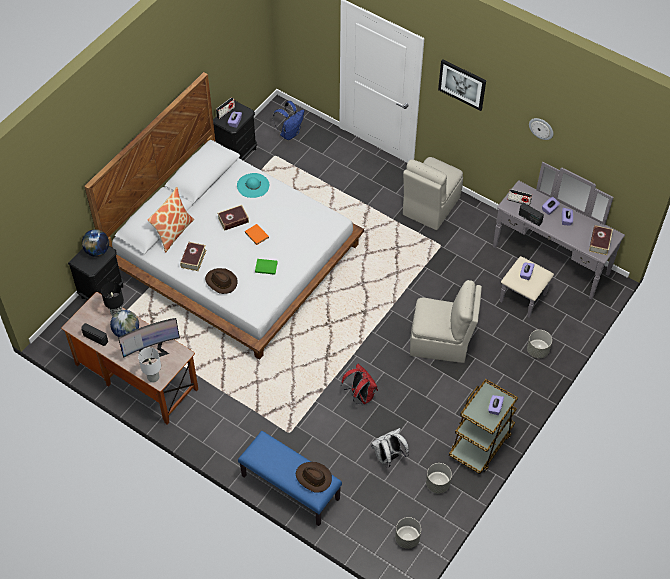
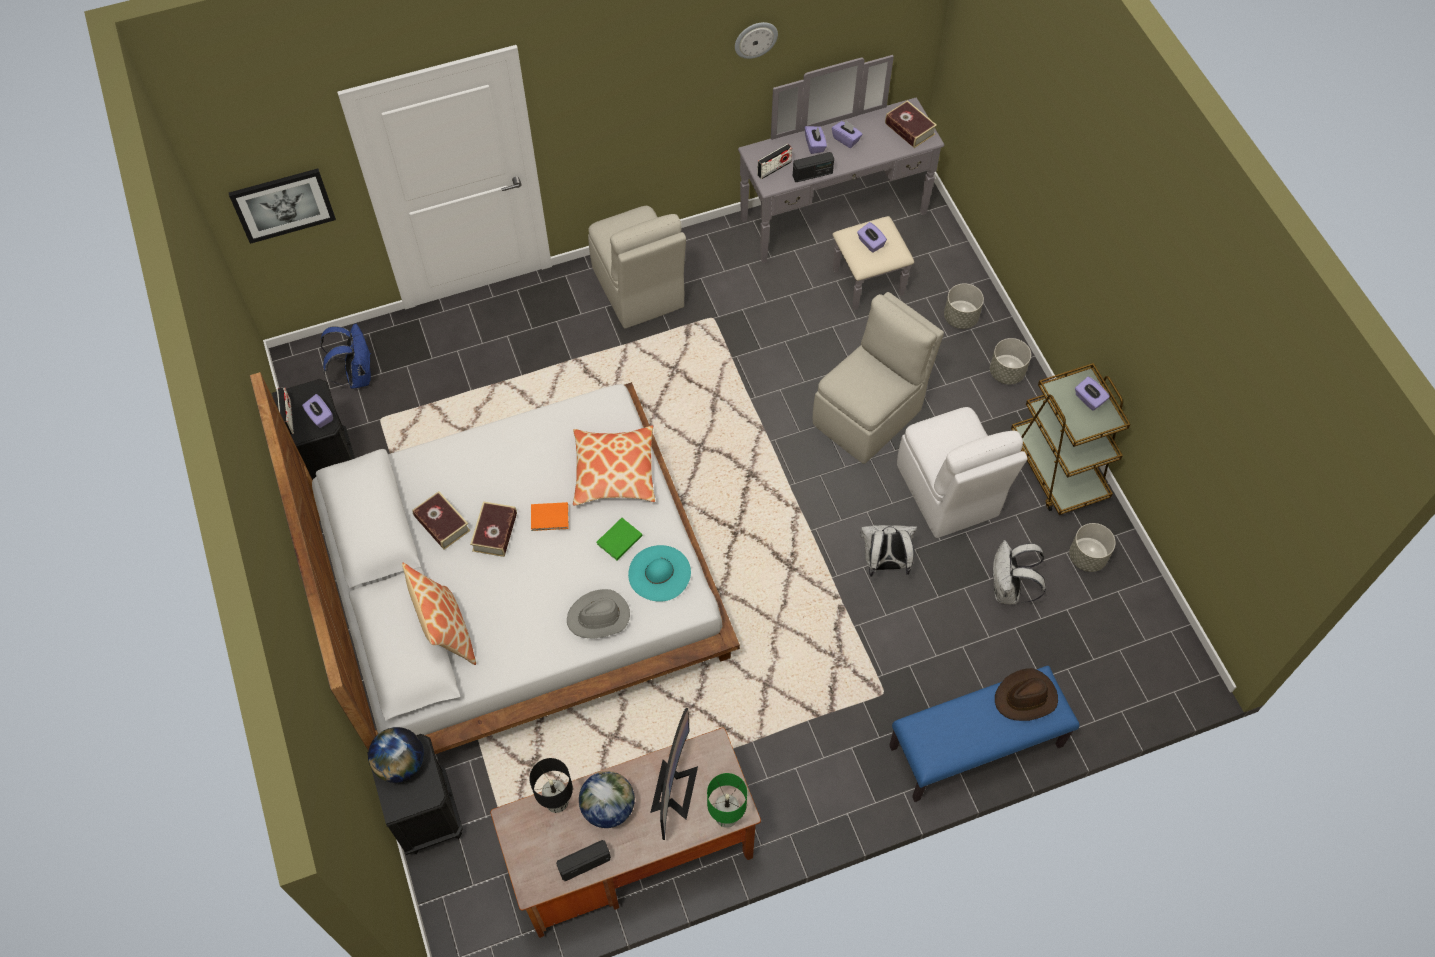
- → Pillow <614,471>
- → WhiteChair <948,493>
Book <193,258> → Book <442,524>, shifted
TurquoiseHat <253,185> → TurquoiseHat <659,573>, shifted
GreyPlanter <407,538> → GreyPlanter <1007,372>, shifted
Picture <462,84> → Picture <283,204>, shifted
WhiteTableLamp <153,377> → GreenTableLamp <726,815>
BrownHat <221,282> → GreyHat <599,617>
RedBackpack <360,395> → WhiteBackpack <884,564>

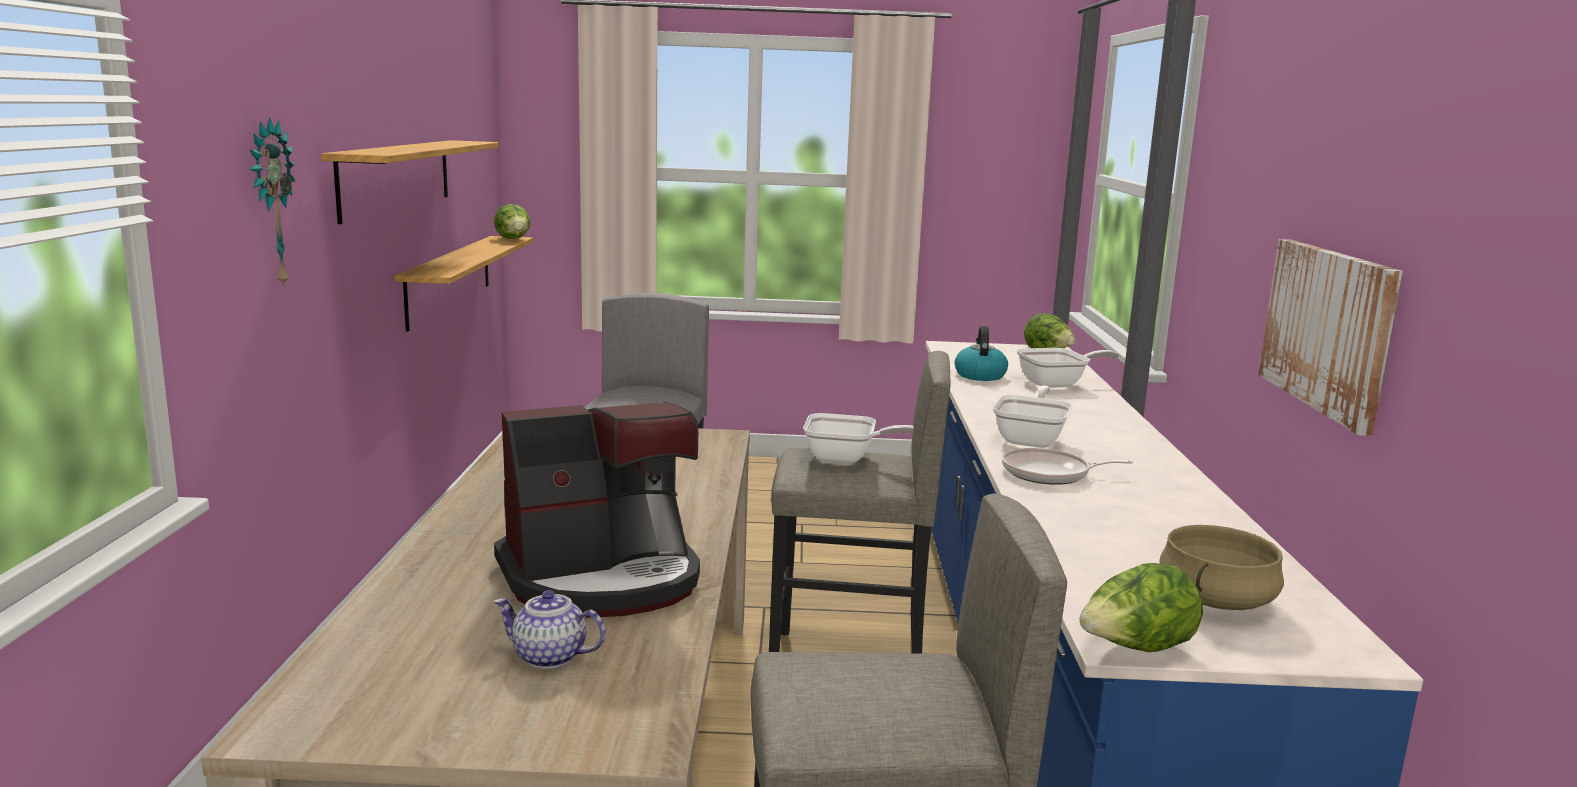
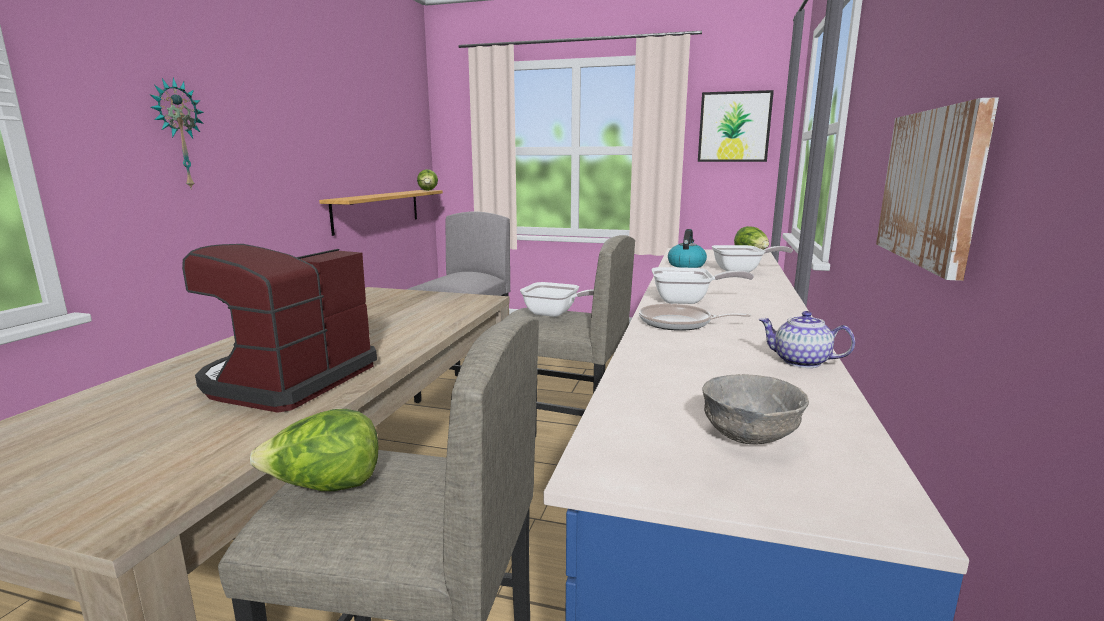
Shelf <397,177> → -
- → Picture <734,127>
Teapot <548,657> → Teapot <800,362>, shifted
Lettuce <1135,650> → Lettuce <325,487>, shifted
BeigeCookingPot <1216,600> → GreyBowl <750,435>
CoffeeMachine <603,578> → CoffeeMachine <288,380>, 120 degrees clockwise
FryingPan <1032,439> → FryingPan <687,301>, 60 degrees clockwise

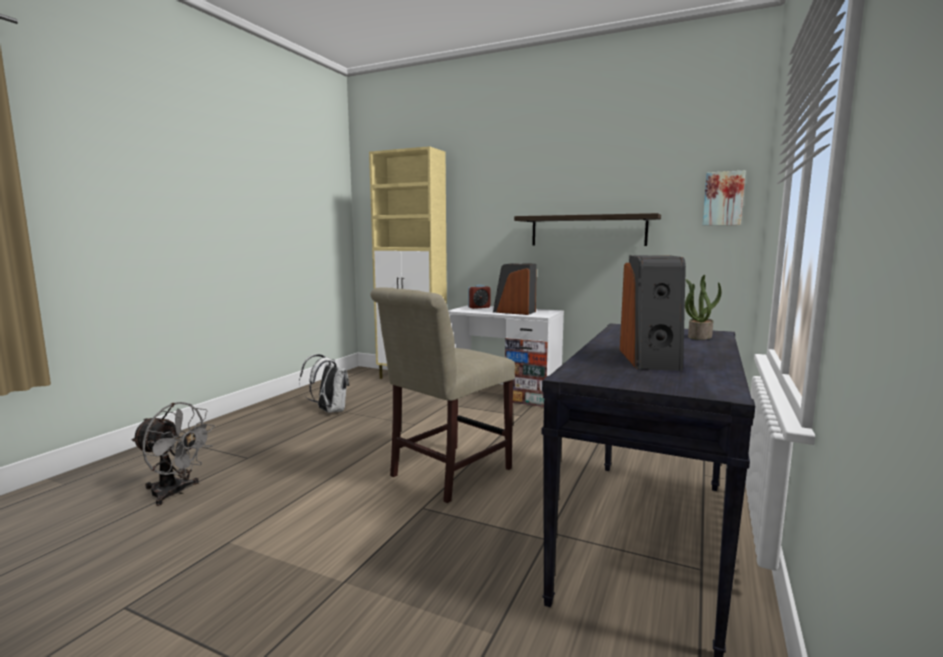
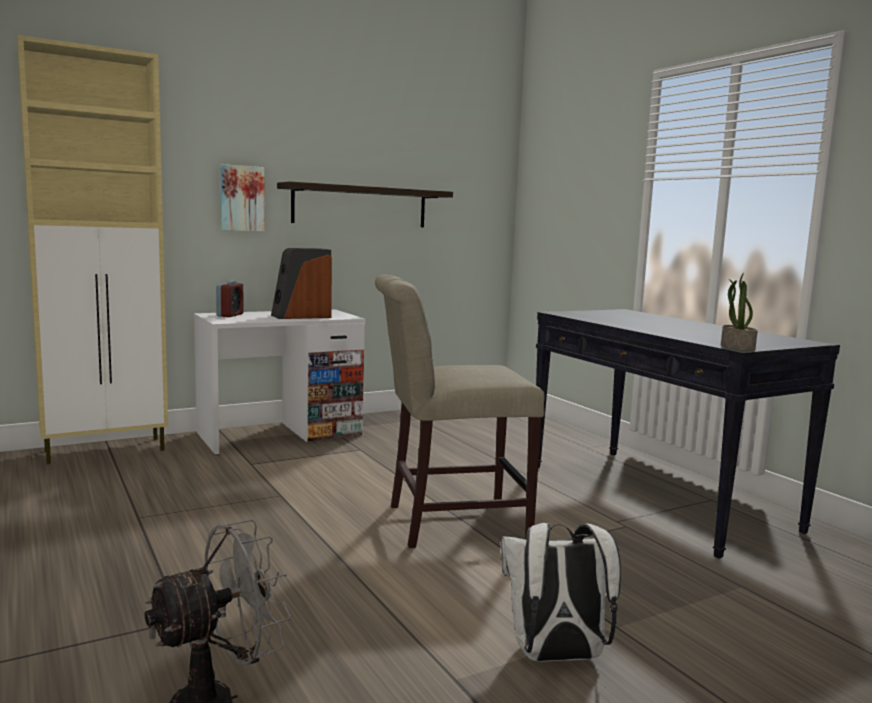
Speaker <651,359> → -
WhiteBackpack <329,411> → WhiteBackpack <555,657>, shifted
PottedPlant <699,336> → PottedPlant <736,347>, shifted
Picture <723,198> → Picture <242,198>, shifted
BeigeChair <445,474> → BeigeChair <448,522>, 90 degrees clockwise

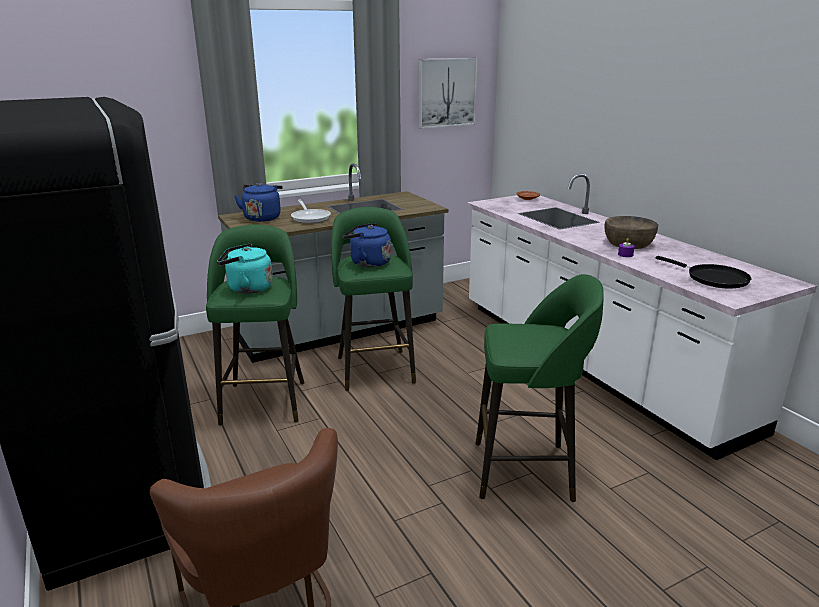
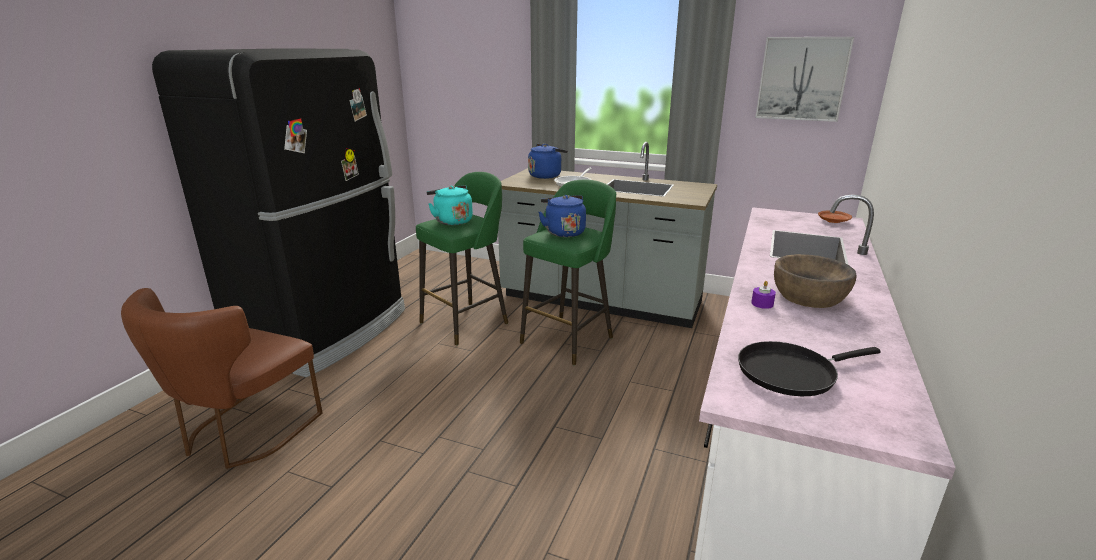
GreenStool <526,471> → -
BlackFryingPan <713,278> → BlackFryingPan <791,372>, 60 degrees clockwise

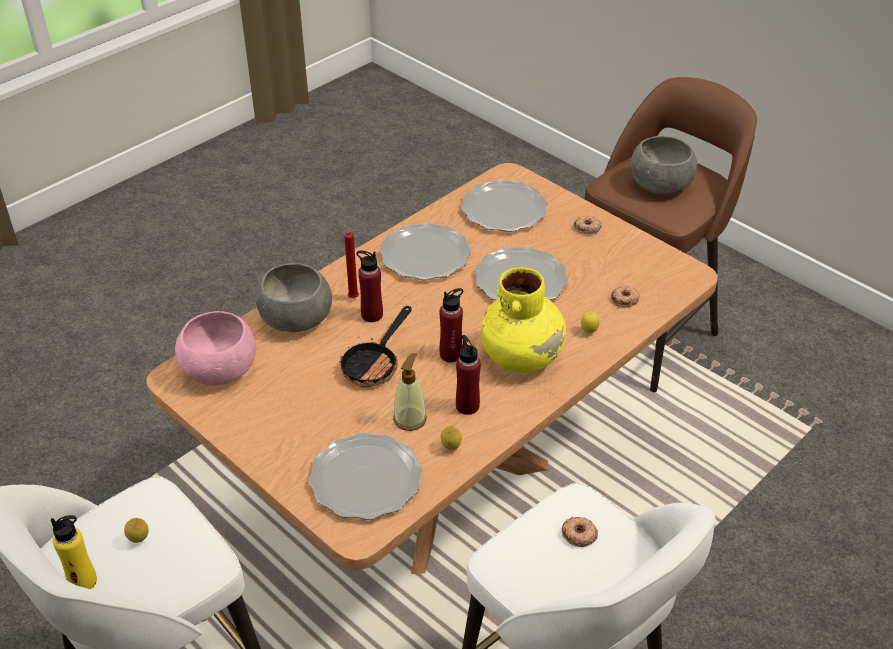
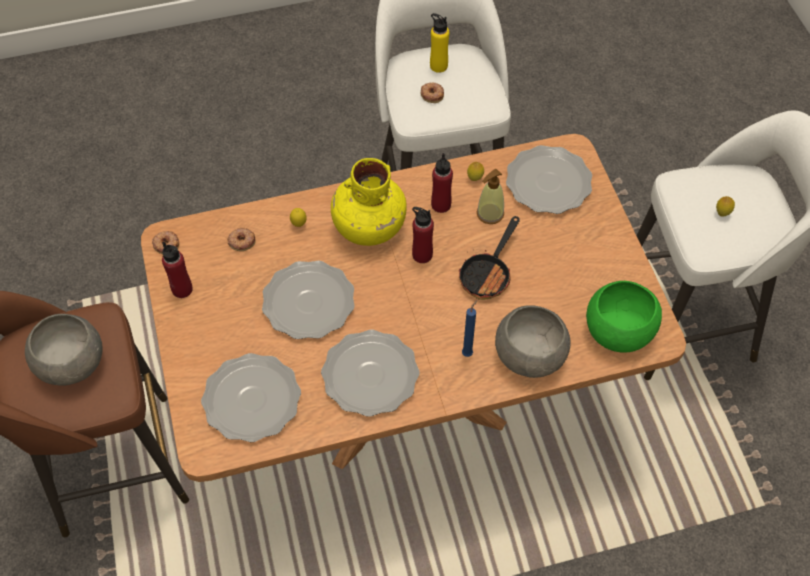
YellowBottle <83,581> → YellowBottle <438,66>, shifted
RedBottle <372,315> → RedBottle <182,289>, shifted
Donut <587,228> → Donut <166,244>, shifted
PinkBowl <220,369> → GreenBowl <618,329>
RedCandle <353,299> → BlueCandle <468,353>
FryingPan <375,364> → FryingPan <488,274>, 150 degrees clockwise

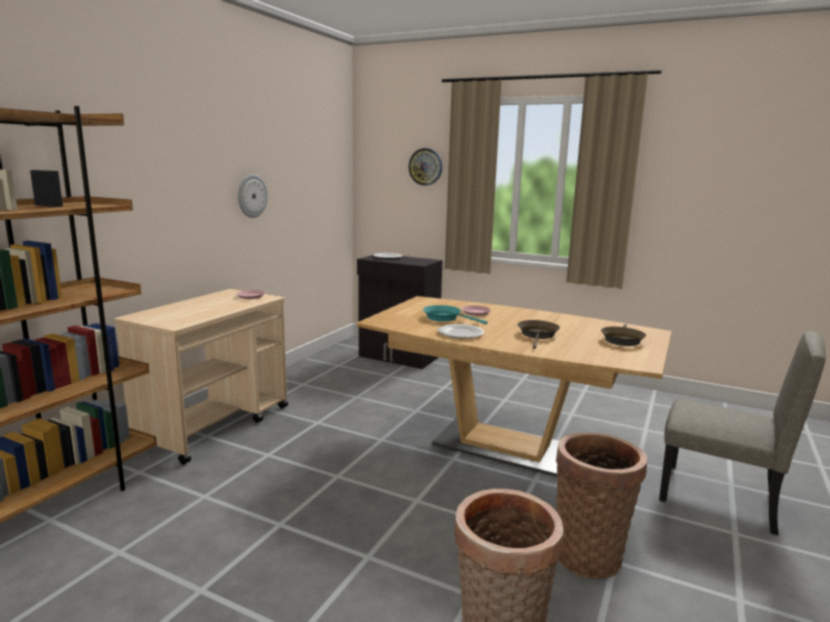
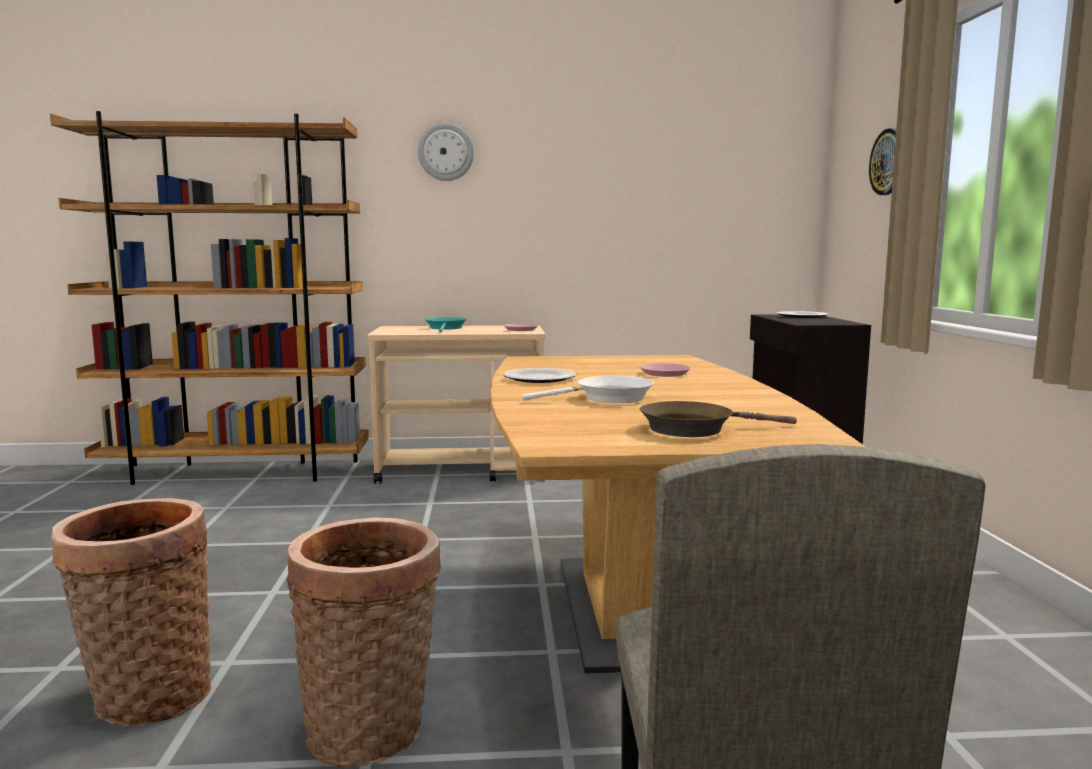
WallClock <251,196> → WallClock <446,152>, shifted
TurquoiseFryingPan <445,318> → TurquoiseFryingPan <446,328>, shifted
BrownFryingPan <538,335> → WhiteFryingPan <608,398>

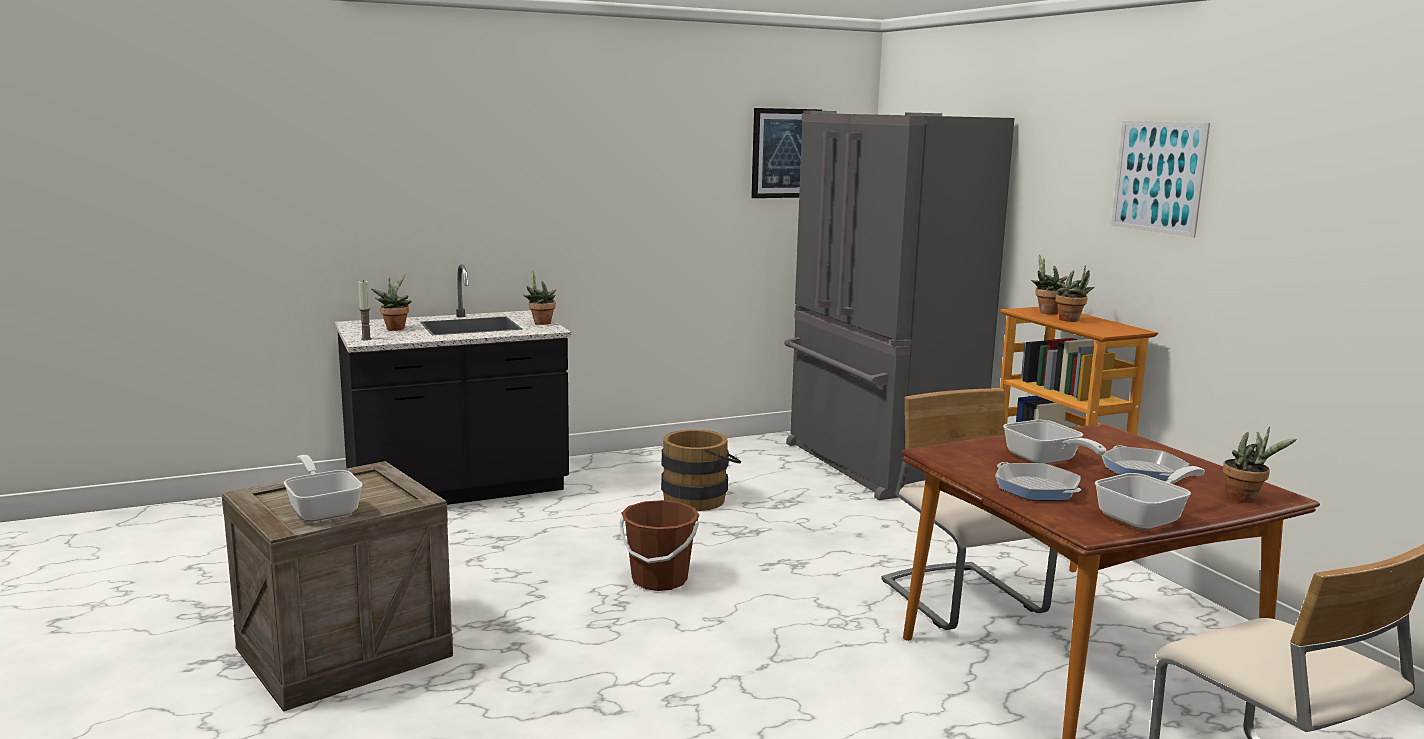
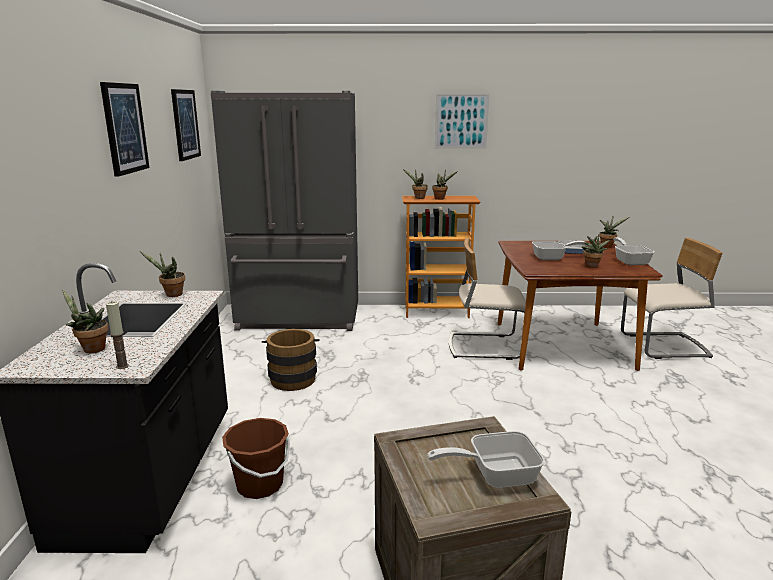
- → Picture <124,128>
BrownBucket <659,580> → BrownBucket <260,485>, shifted
FryingPan <1036,488> → PottedPlant <591,267>

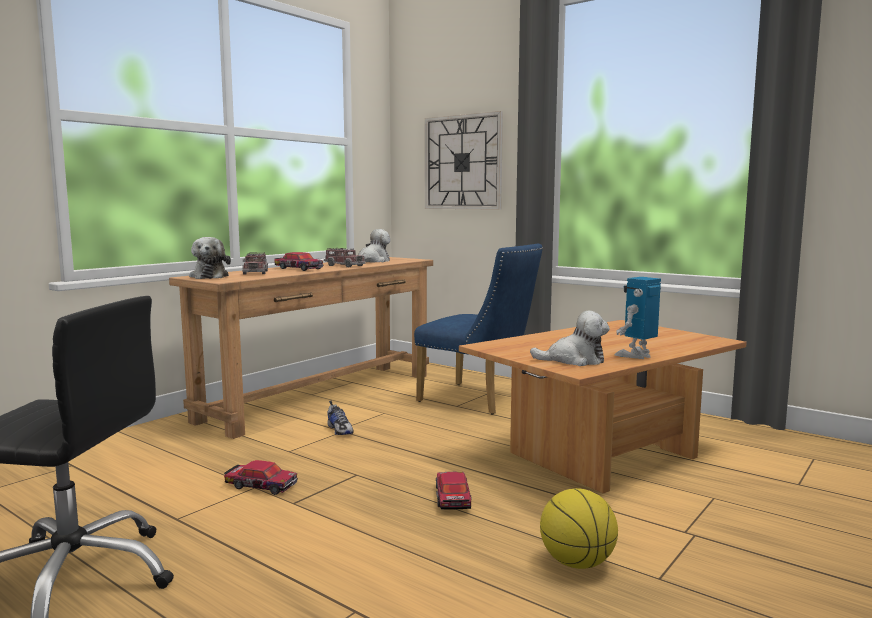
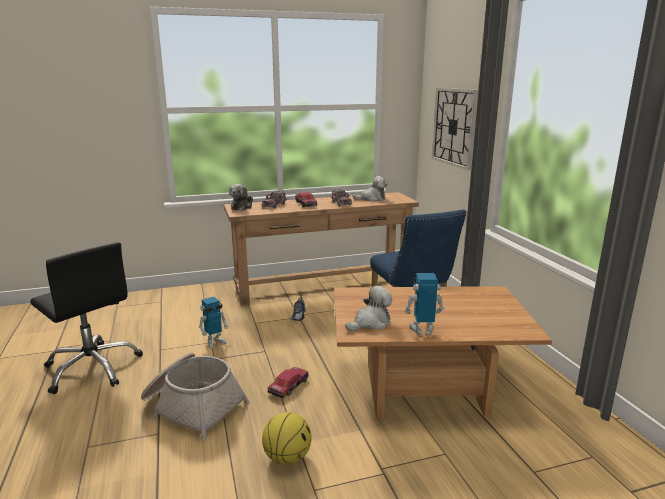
- → Basket <192,406>
ToyCar <261,485> → ToyRobot <215,342>
PlushToy <574,360> → PlushToy <371,323>, 75 degrees counterclockwise

